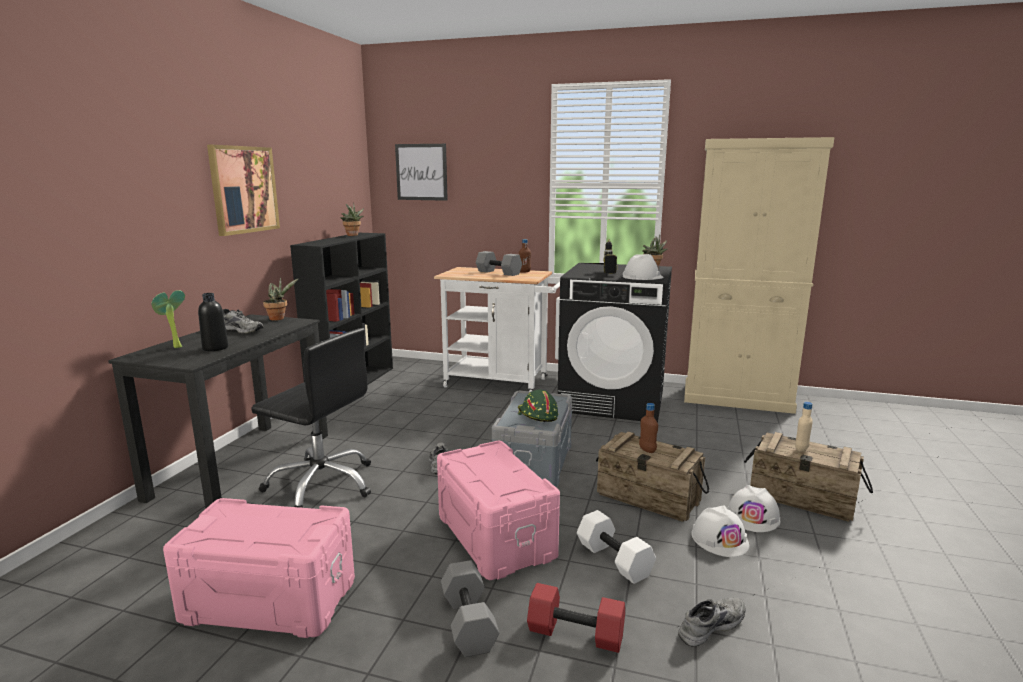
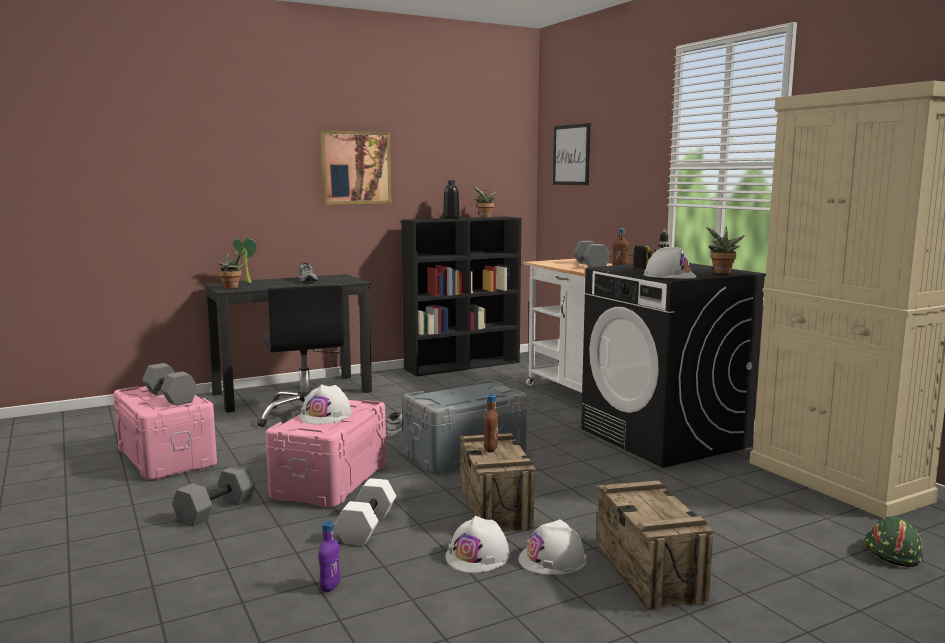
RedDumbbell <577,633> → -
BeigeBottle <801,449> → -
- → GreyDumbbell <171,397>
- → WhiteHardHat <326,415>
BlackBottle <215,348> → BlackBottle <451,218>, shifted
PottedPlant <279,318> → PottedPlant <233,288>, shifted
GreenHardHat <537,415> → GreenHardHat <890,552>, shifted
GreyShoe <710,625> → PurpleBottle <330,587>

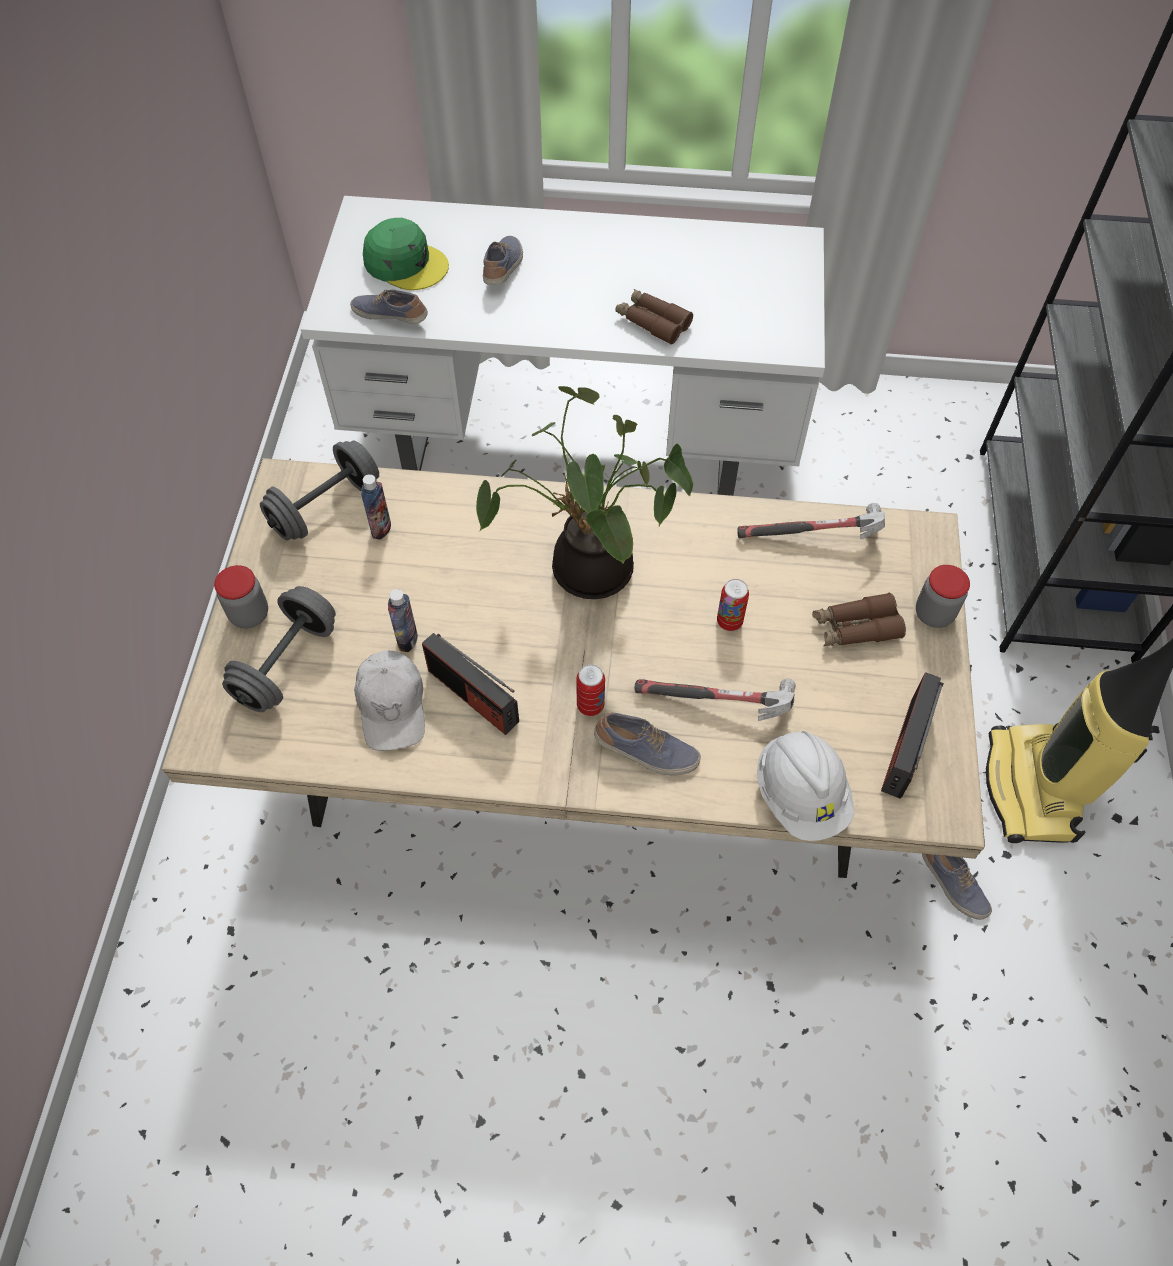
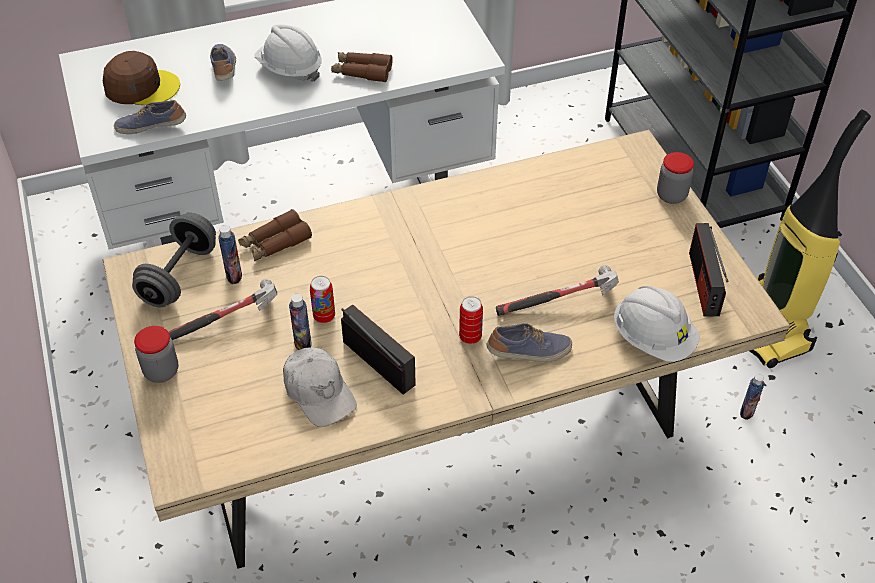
GreyDumbbell <287,664> → -
PottedPlant <587,574> → -
- → WhiteHardHat <290,69>
Can <729,622> → Can <324,316>, shifted
Hammer <814,537> → Hammer <224,323>, shifted
BrownBinoculars <855,628> → BrownBinoculars <275,243>, shifted
Shoe <952,884> → Bottle <747,411>
GreenCap <406,263> → BrownCap <141,87>
Radio <473,696> → Radio <378,363>, 150 degrees counterclockwise

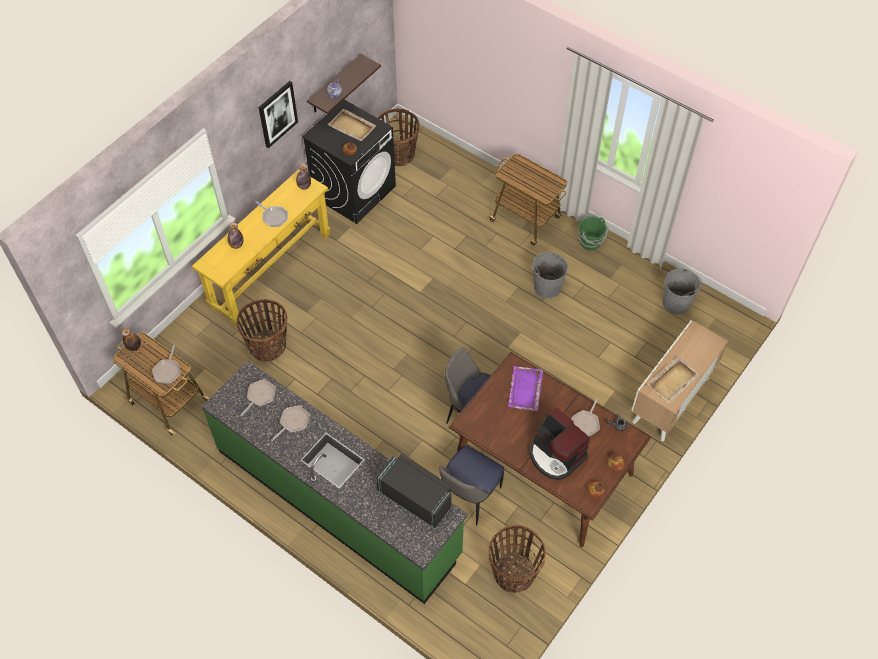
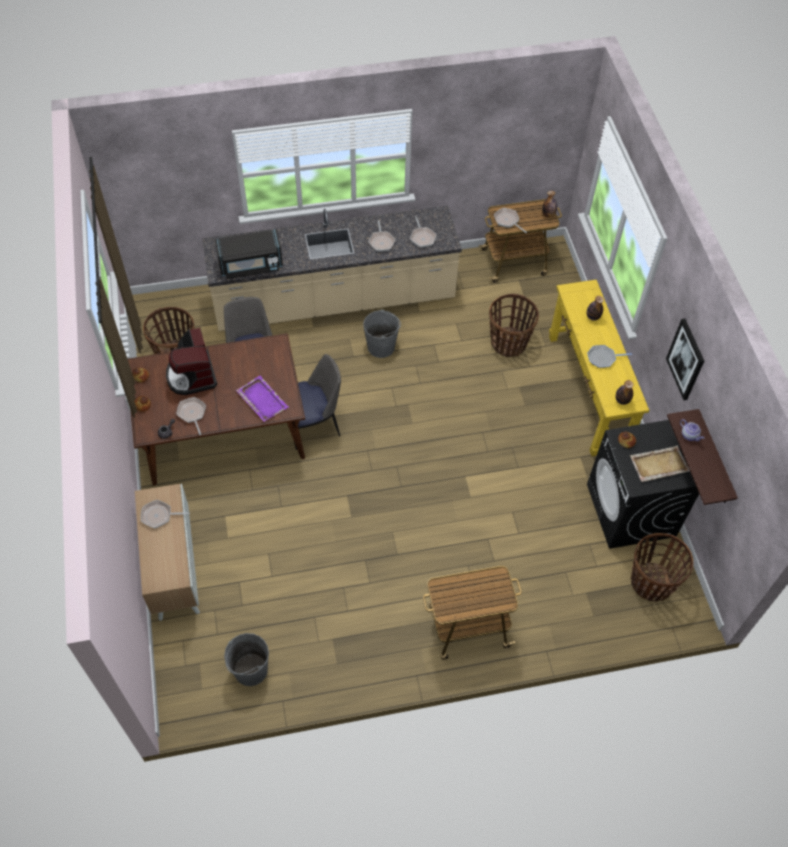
GreenBucket <590,242> → -
GreyBucket <547,287> → GreyBucket <381,347>, shifted
BeigeTray <673,380> → FryingPan <159,516>
GreenCounter <338,501> → BeigeCounter <334,301>
CoffeeMachine <556,455> → CoffeeMachine <192,375>, 105 degrees counterclockwise

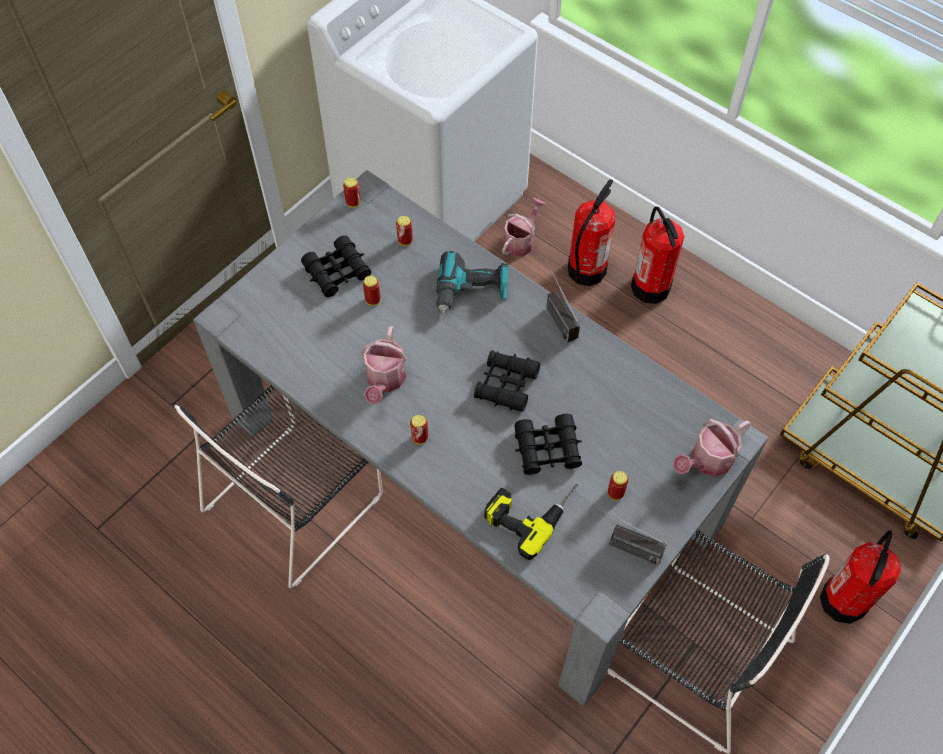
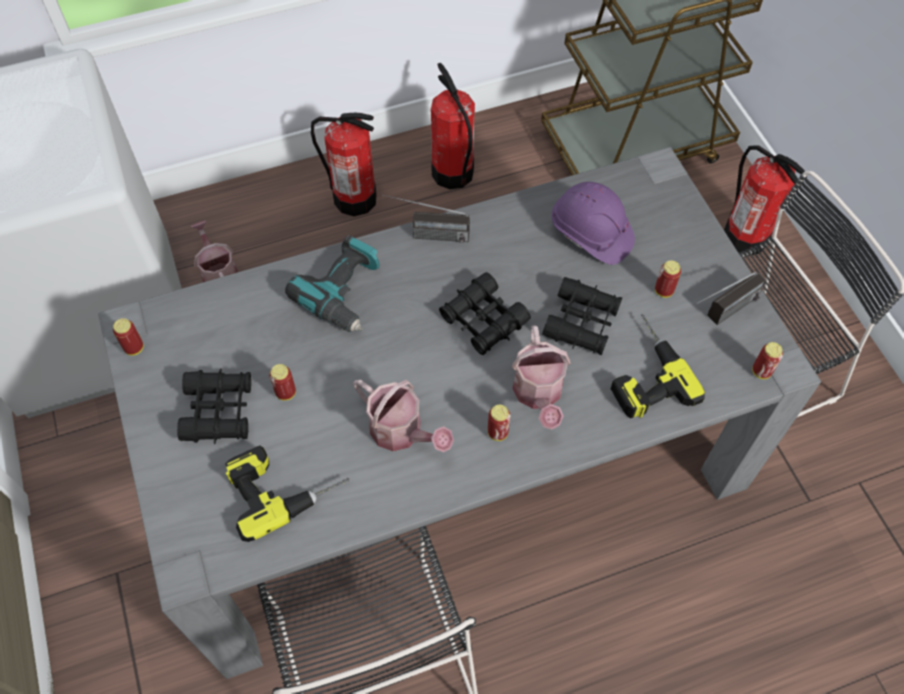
- → PowerDrill <284,485>
- → PurpleHardHat <590,234>
Can <405,241> → Can <761,371>, shifted
FireExtinguisher <586,270> → FireExtinguisher <452,173>, shifted
WateringCan <707,461> → WateringCan <538,394>, shifted

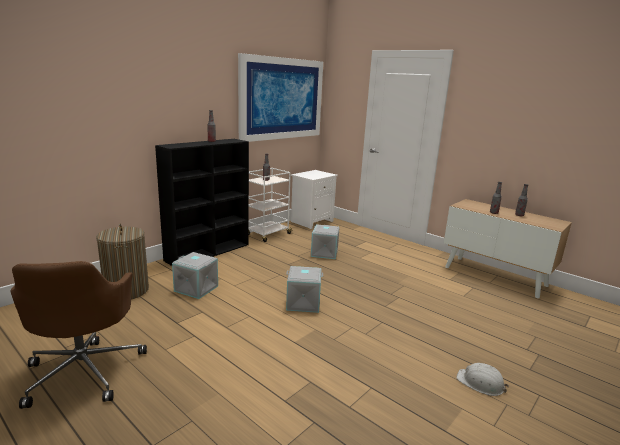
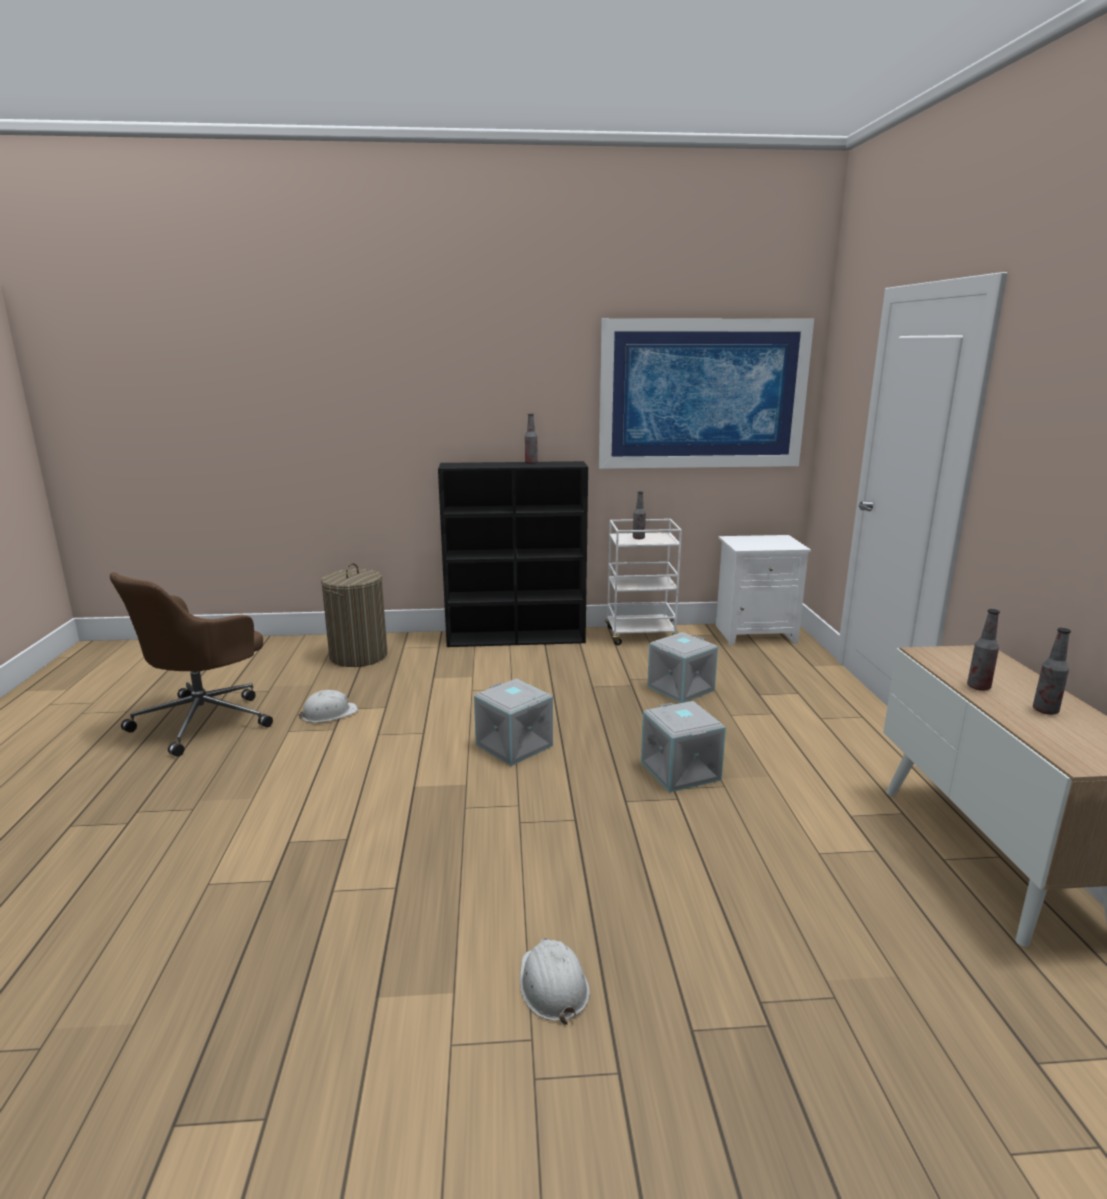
- → WhiteHardHat <329,713>
GreyStorageBox <197,288> → GreyStorageBox <681,771>, shifted

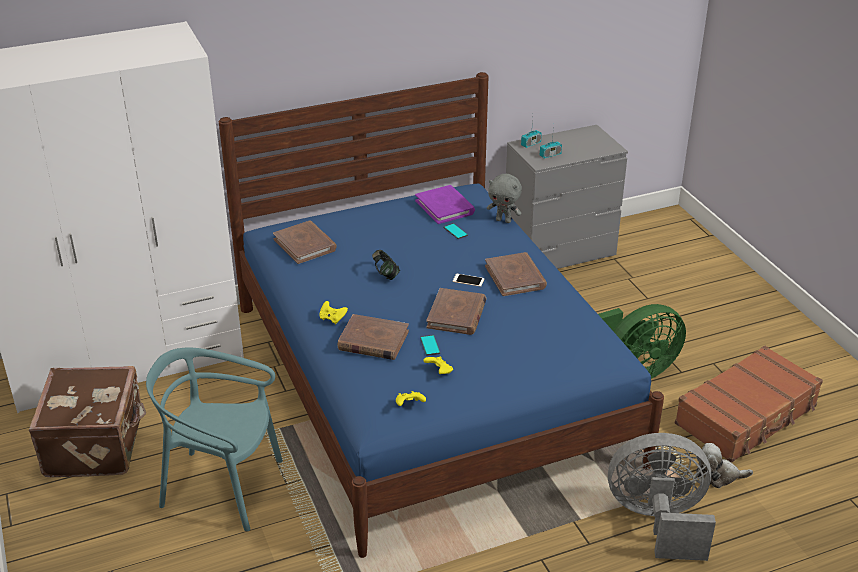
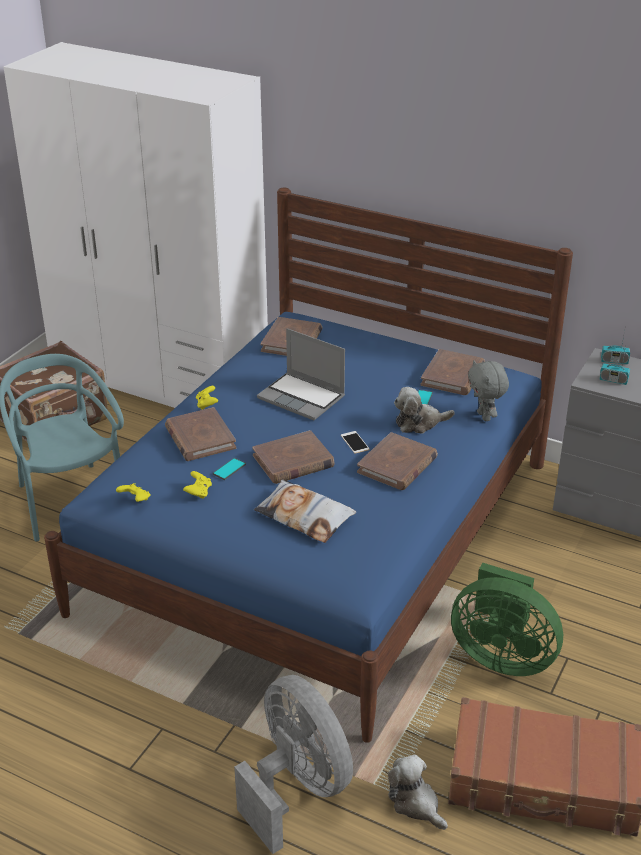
- → Pillow <304,516>
- → PlushToy <419,423>
Headphones <386,274> → Laptop <302,397>
PurpleBook <445,207> → BrownBook <453,376>

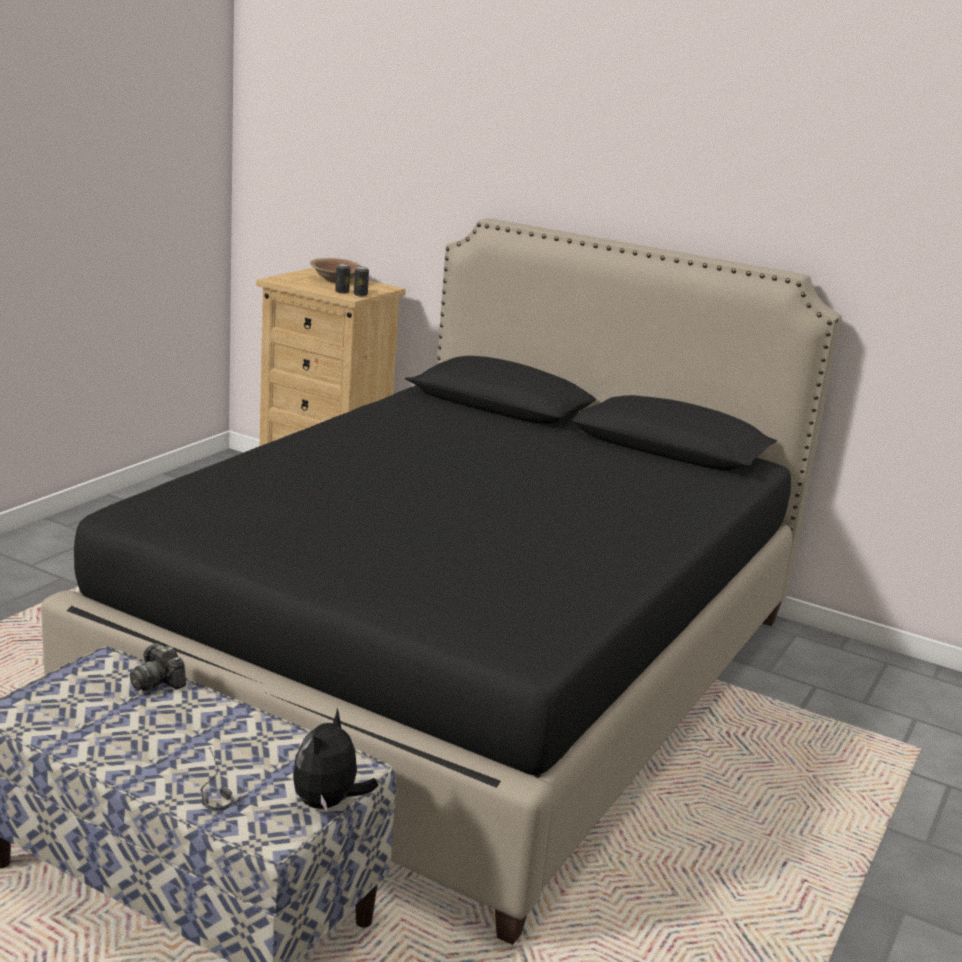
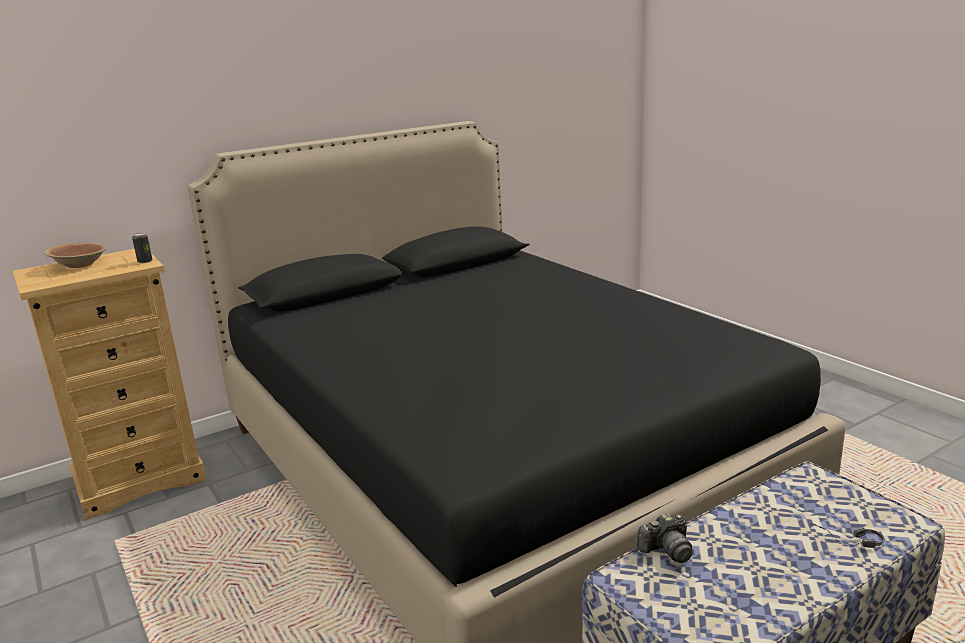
PlushToy <328,803> → -
Can <342,292> → -

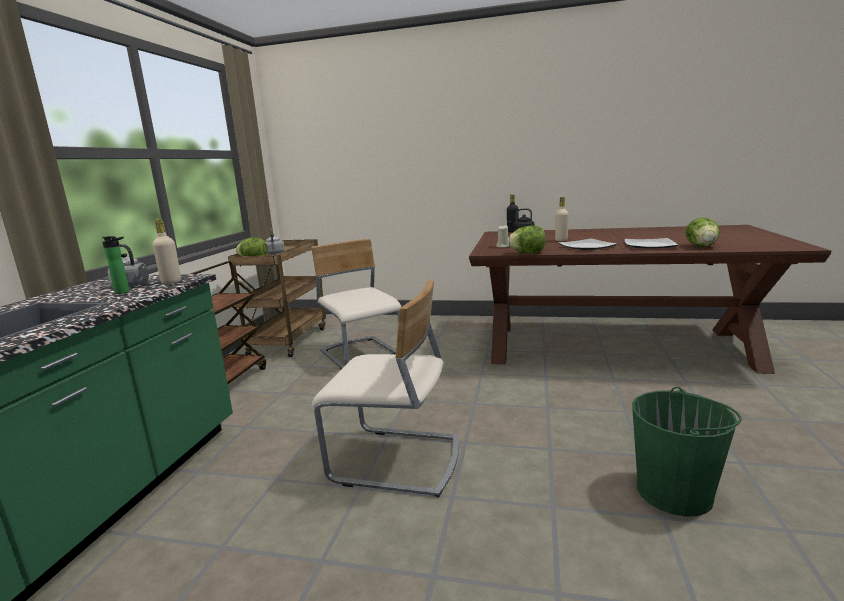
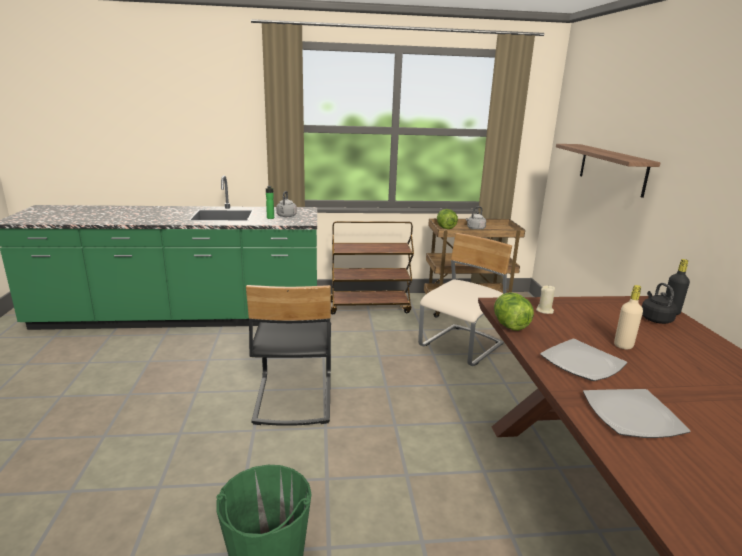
BeigeBottle <171,282> → -
Lettuce <701,246> → -
- → Shelf <612,169>
BeigeChair <396,461> → BlackChair <293,398>

